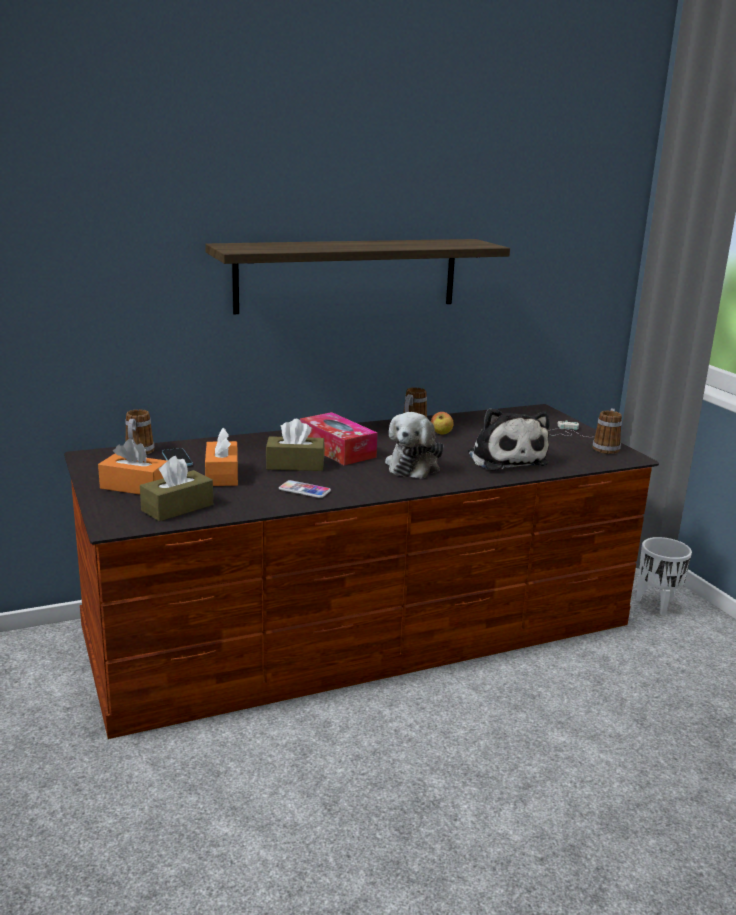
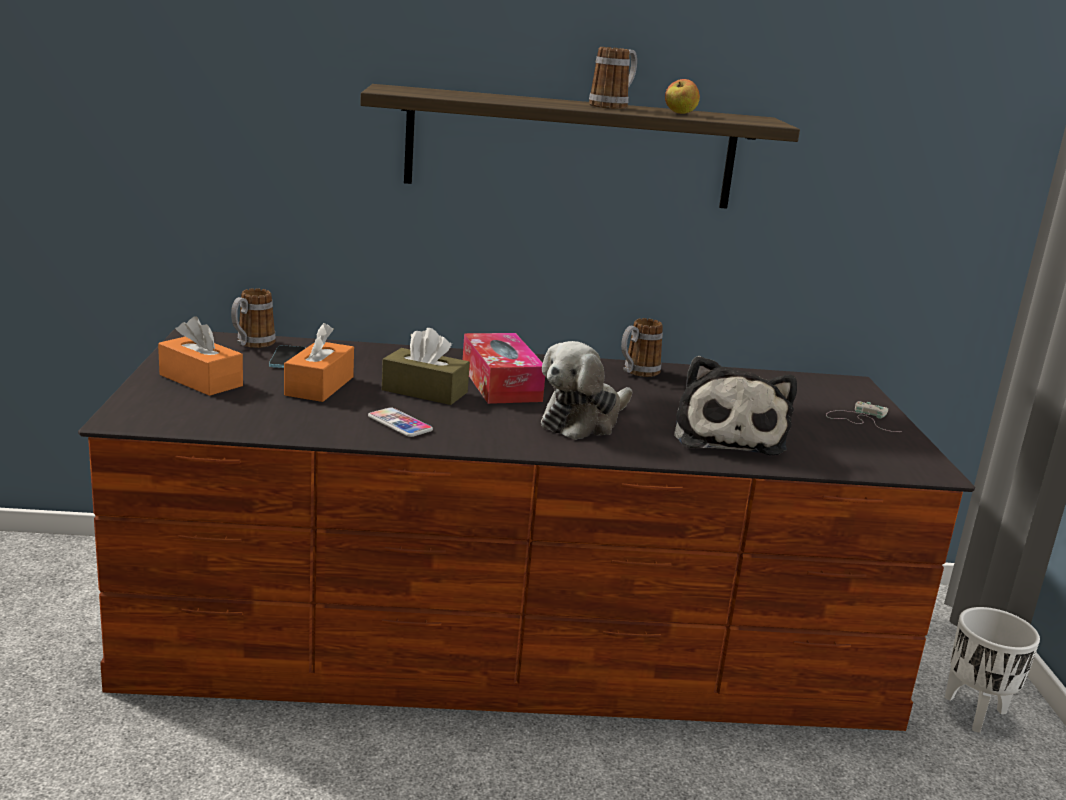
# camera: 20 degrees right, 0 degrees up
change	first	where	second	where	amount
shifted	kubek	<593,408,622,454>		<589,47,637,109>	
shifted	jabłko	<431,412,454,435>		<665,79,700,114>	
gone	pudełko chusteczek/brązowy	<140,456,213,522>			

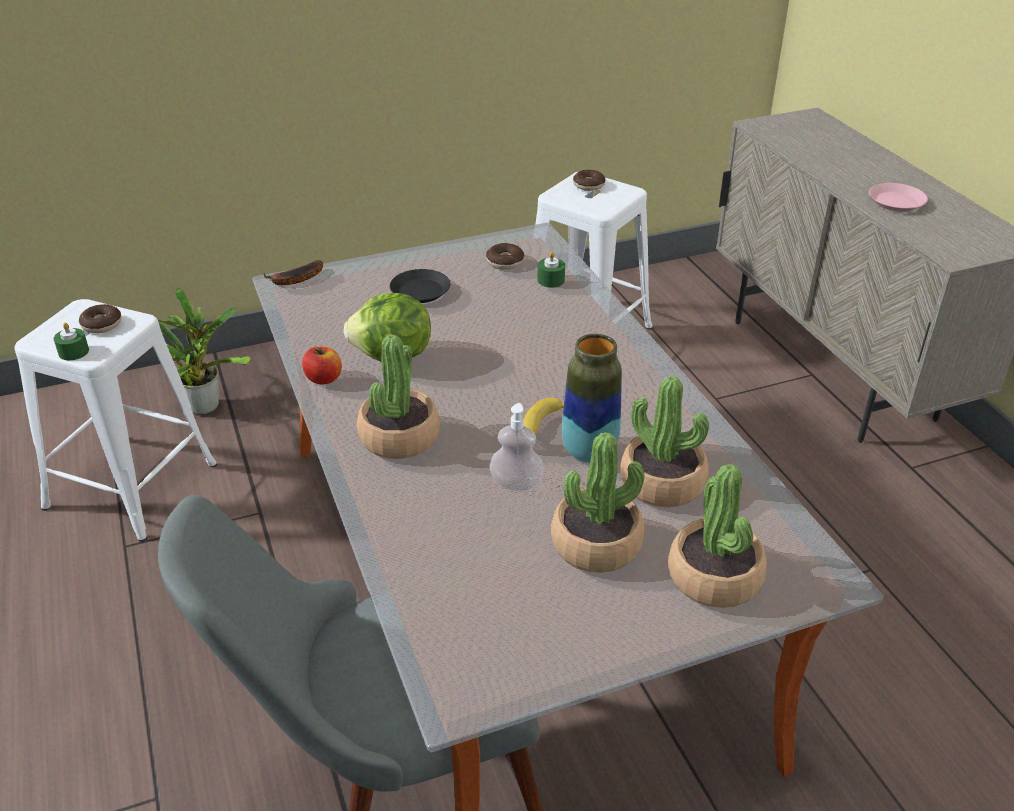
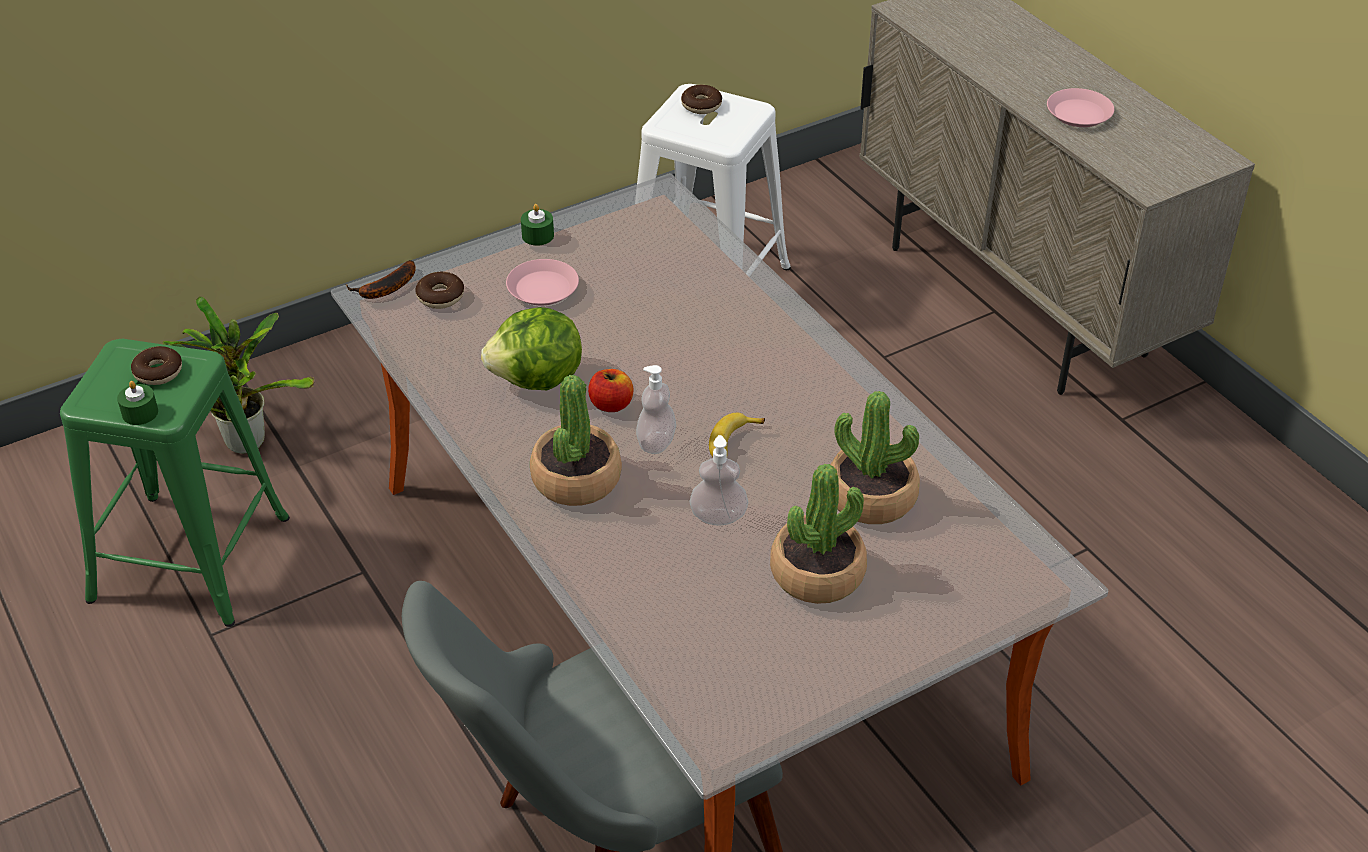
# camera: 10 degrees left, 5 degrees up
change	first	where	second	where	amount
repainted	stołek/biały	<14,299,217,542>	stołek/zielony	<60,339,290,627>	
shifted	donut	<486,243,524,270>		<415,272,464,309>	
repainted	talerz/czarny	<390,269,450,303>	talerz/różowy	<506,259,579,305>	
shifted	świeca/zielony	<537,251,565,288>		<521,204,554,246>	
shifted	jabłko	<302,347,342,384>		<588,369,633,412>	
new			dozownik mydła	<636,365,676,454>	
gone	wazon	<562,334,622,463>			
gone	roślina doniczkowa	<668,464,767,608>			

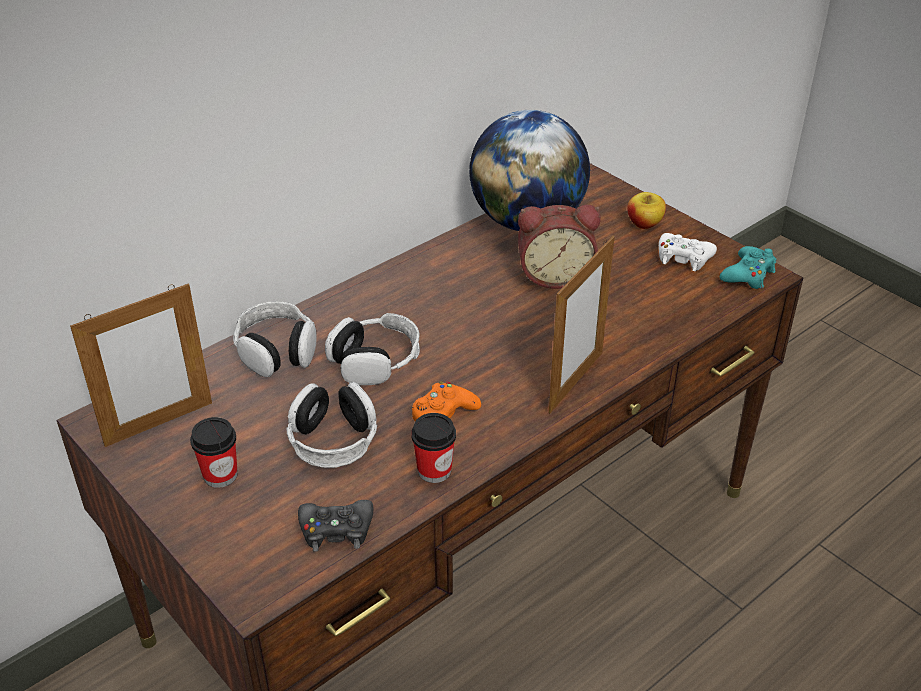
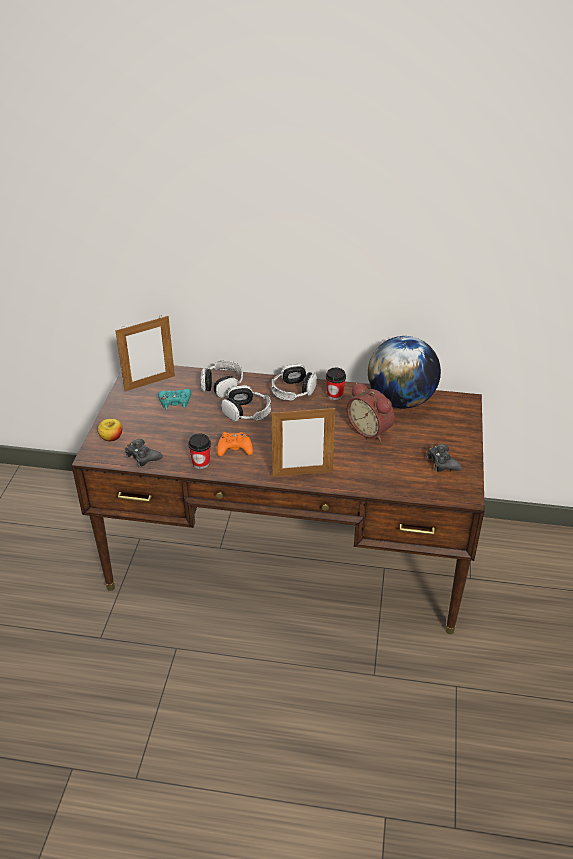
# camera: 50 degrees right, 0 degrees up
change	first	where	second	where	amount
shifted	jabłko	<627,192,666,229>		<98,419,122,441>	
rotated	ramka na zdjęcie	<70,283,212,447>		<115,315,175,392>	45 degrees counterclockwise
shifted	pad do gier/turkusowy	<720,246,776,289>		<158,389,191,409>	
shifted	słuchawki	<286,382,377,468>		<271,364,317,401>	
shifted	filiżanka	<190,417,237,488>		<326,368,346,400>	
repainted	pad do gier/biały	<659,233,717,271>	pad do gier/czarny	<426,444,462,472>	

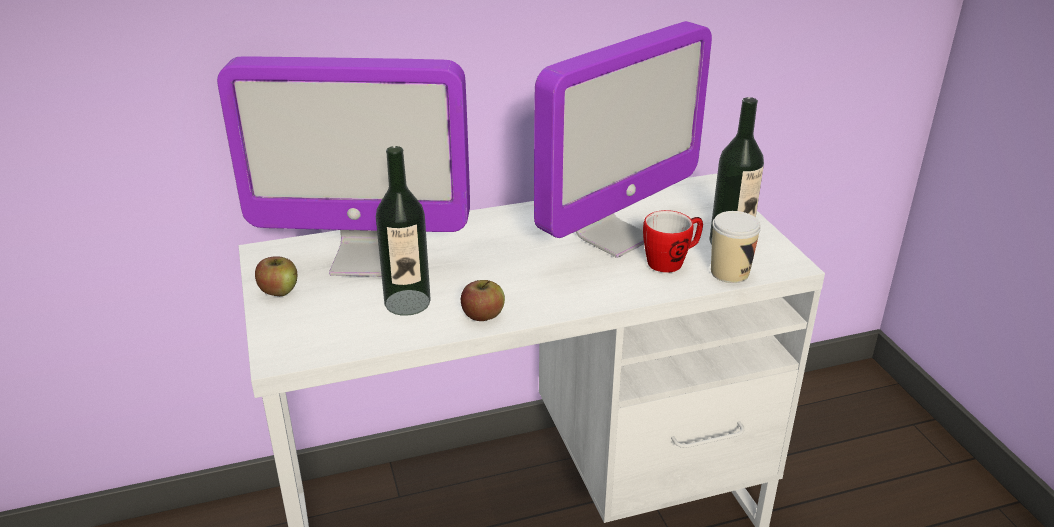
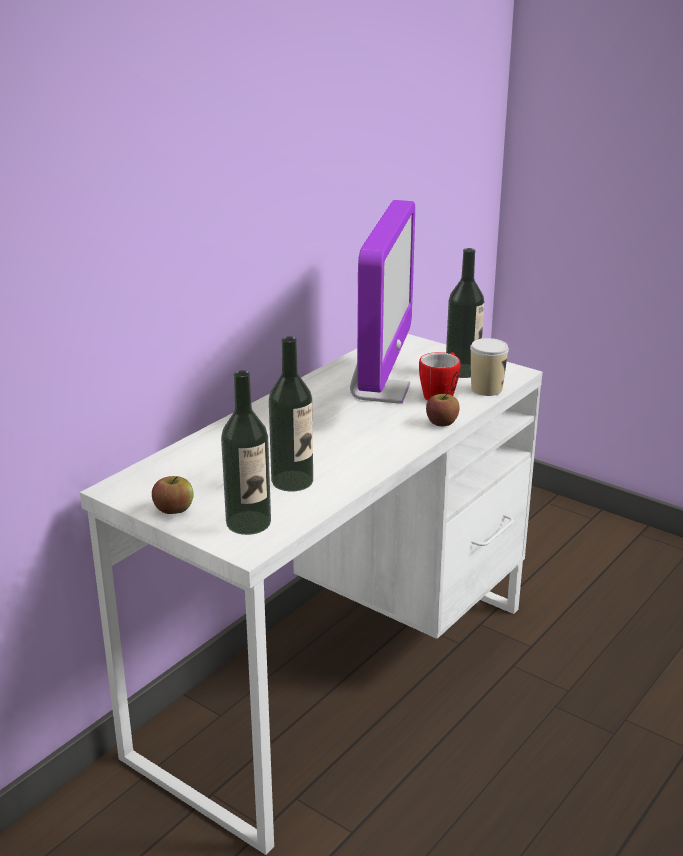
# camera: 35 degrees left, 5 degrees down
change	first	where	second	where	amount
new			butelka	<221,370,271,535>	
shifted	jabłko	<461,280,505,321>		<426,391,460,426>	
gone	monitor	<217,57,470,277>			

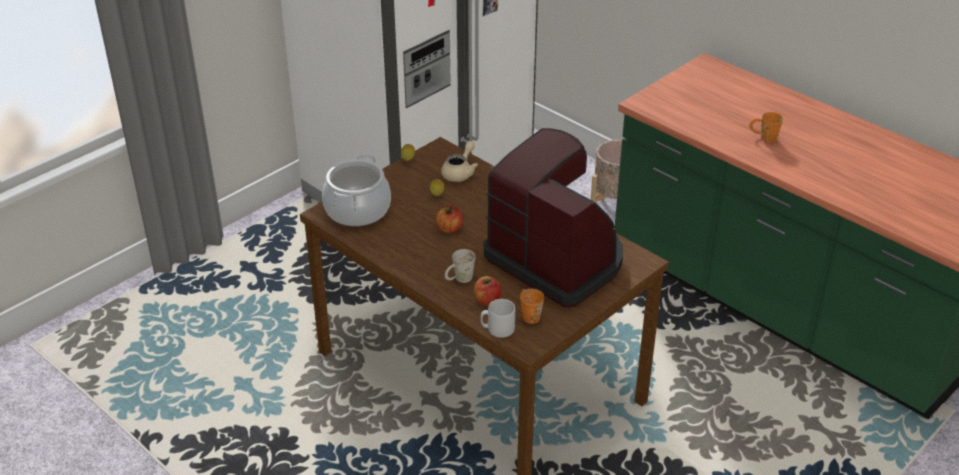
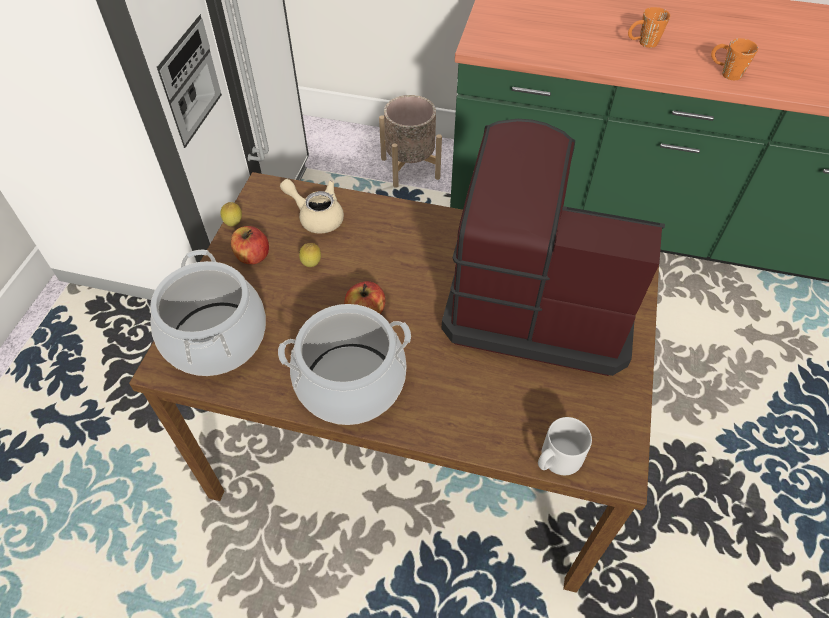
# camera: 30 degrees left, 15 degrees up
change	first	where	second	where	amount
shifted	jabłko	<474,276,501,306>		<231,226,269,264>	
new			garnek	<278,304,411,425>	
rotated	imbryk/beżowy	<441,141,478,182>		<280,179,344,233>	60 degrees counterclockwise
shifted	kubek/pomarańczowy	<520,289,544,324>		<711,38,758,80>	
gone	kubek/biały	<445,249,475,283>			

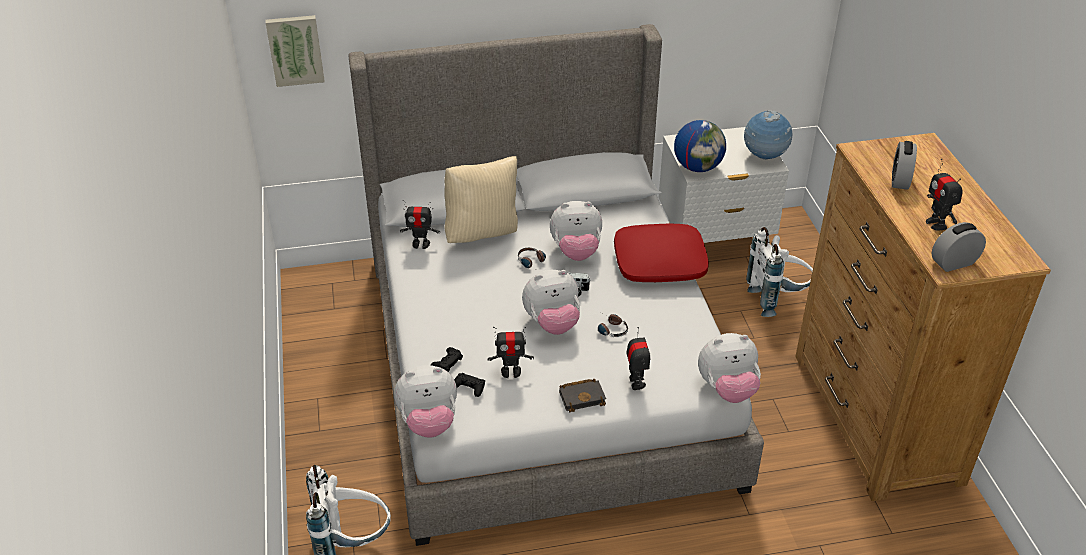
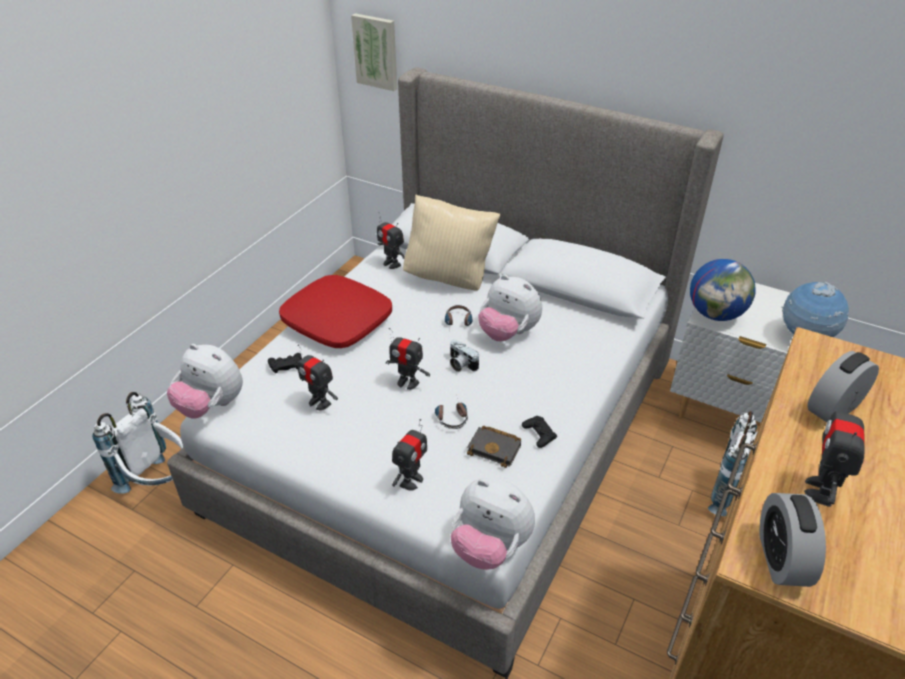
# camera: 40 degrees right, 0 degrees up
change	first	where	second	where	amount
shifted	poduszka/czerwony	<614,224,709,282>		<279,275,392,348>	
swapped	pluszak	<522,270,580,335>	robot zabawkowy	<386,328,430,390>	
shifted	książka/czarny	<559,379,606,412>		<467,425,521,468>	
shifted	pad do gier/czarny	<454,373,485,397>		<522,416,557,448>	
rotated	budzik	<932,222,986,272>		<759,493,826,587>	105 degrees counterclockwise

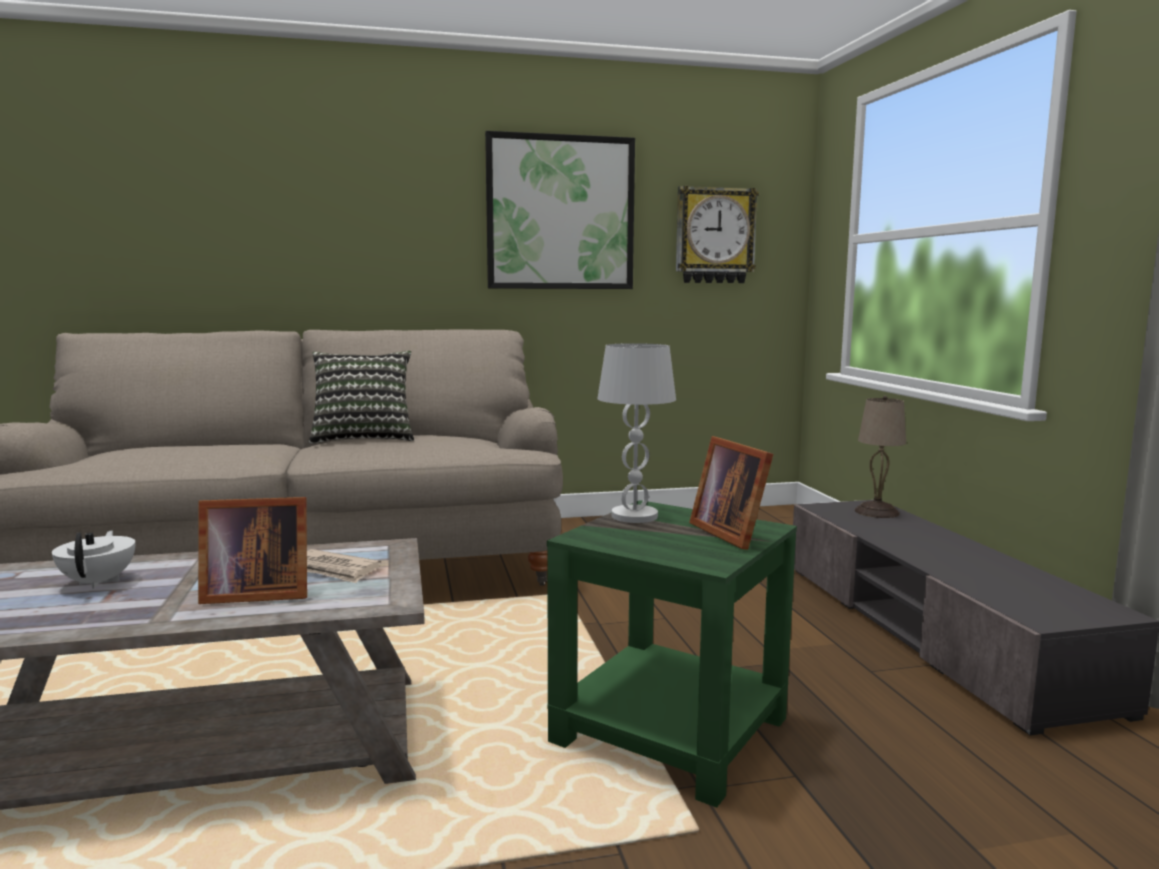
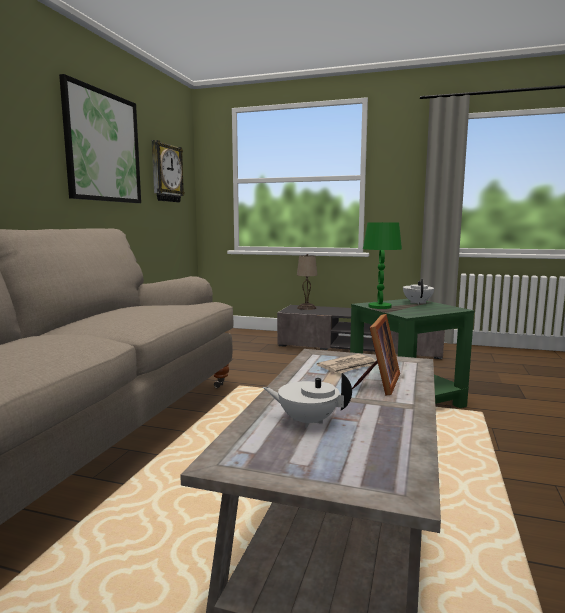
# camera: 60 degrees left, 0 degrees up
change	first	where	second	where	amount
repainted	lampa stołowa/biały	<597,343,676,523>	lampa stołowa/zielony	<363,223,402,309>	
swapped	ramka na zdjęcie	<689,436,773,550>	imbryk/biały	<403,279,434,304>	
gone	poduszka	<309,351,414,444>			

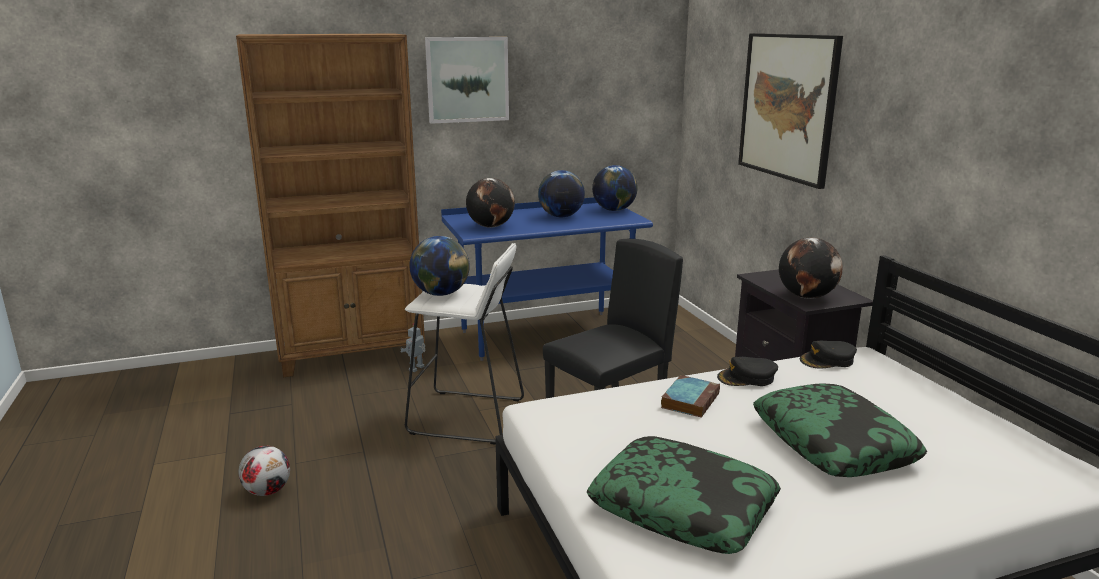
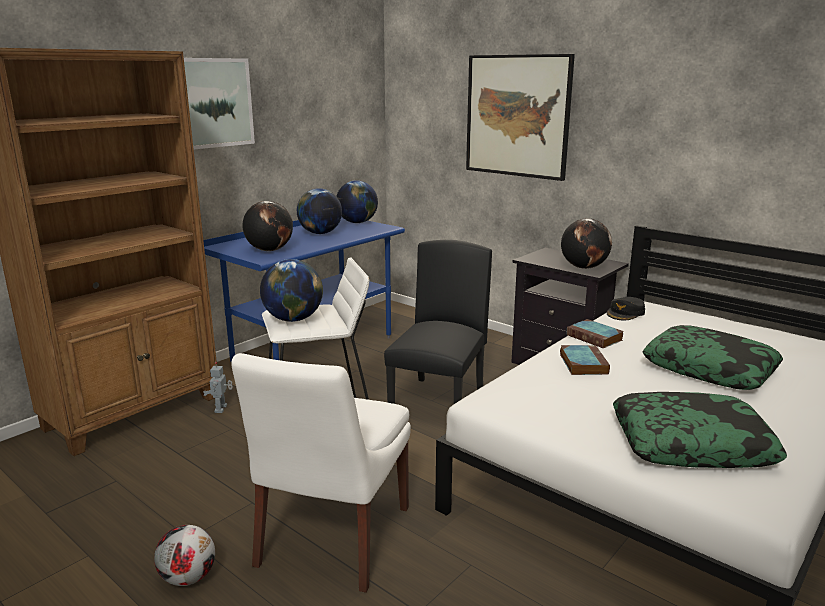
# camera: 30 degrees left, 0 degrees up
change	first	where	second	where	amount
new			krzesło/biały	<231,353,411,593>	
swapped	czapka z daszkiem/czarny	<717,357,778,386>	książka	<567,319,624,349>	

